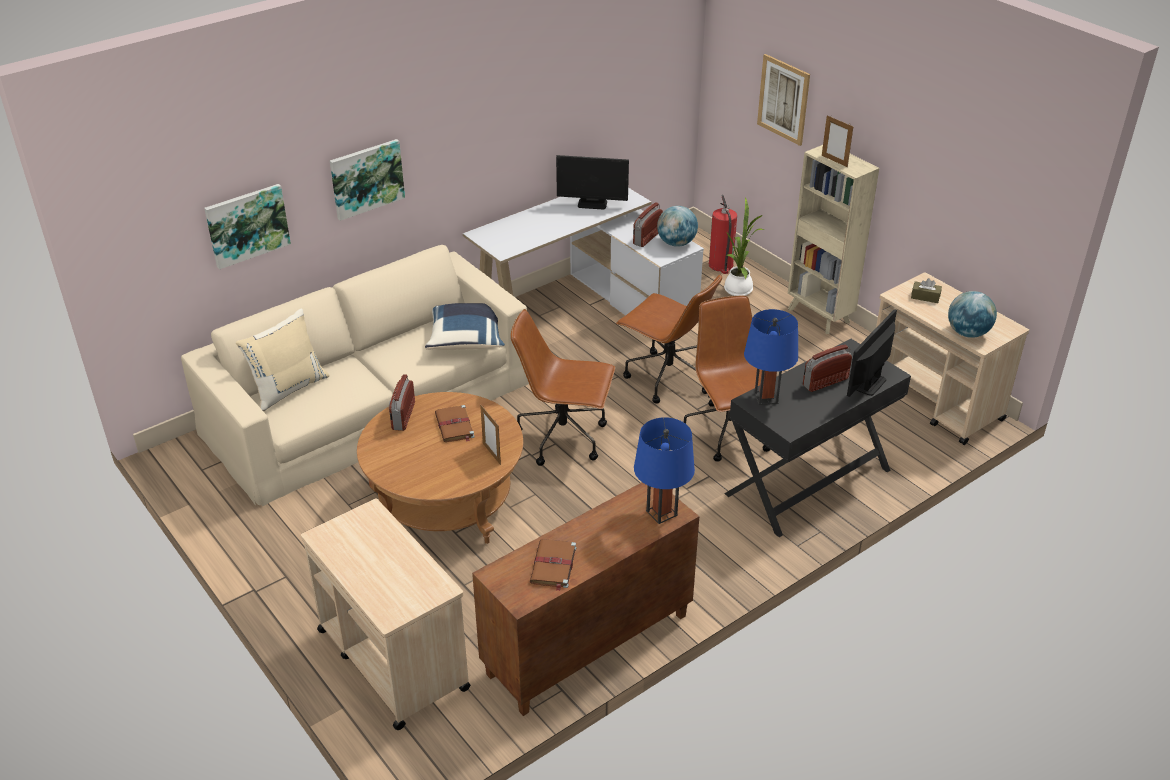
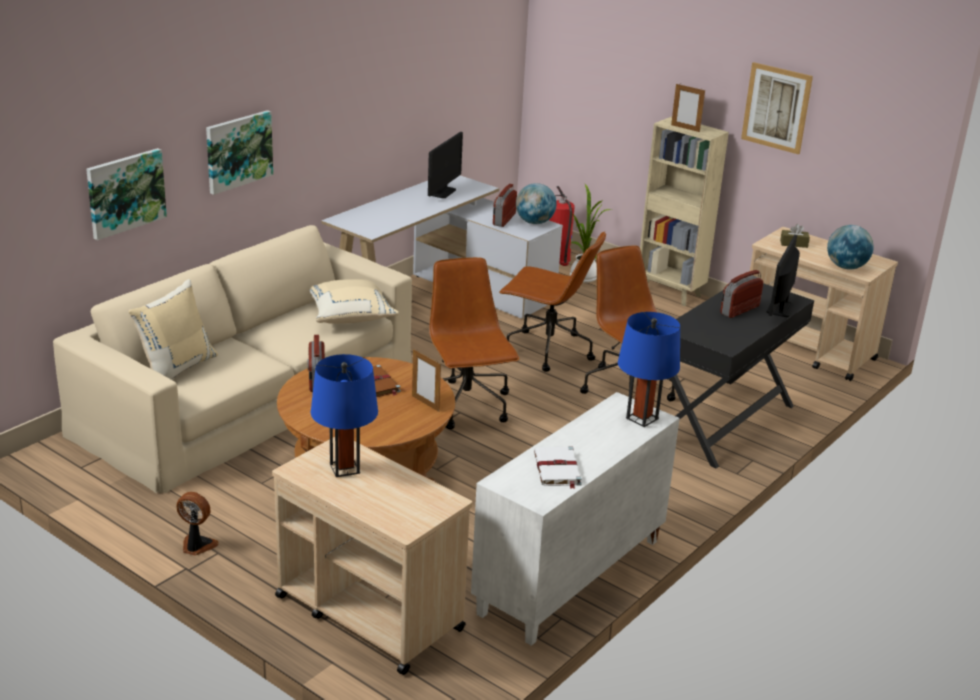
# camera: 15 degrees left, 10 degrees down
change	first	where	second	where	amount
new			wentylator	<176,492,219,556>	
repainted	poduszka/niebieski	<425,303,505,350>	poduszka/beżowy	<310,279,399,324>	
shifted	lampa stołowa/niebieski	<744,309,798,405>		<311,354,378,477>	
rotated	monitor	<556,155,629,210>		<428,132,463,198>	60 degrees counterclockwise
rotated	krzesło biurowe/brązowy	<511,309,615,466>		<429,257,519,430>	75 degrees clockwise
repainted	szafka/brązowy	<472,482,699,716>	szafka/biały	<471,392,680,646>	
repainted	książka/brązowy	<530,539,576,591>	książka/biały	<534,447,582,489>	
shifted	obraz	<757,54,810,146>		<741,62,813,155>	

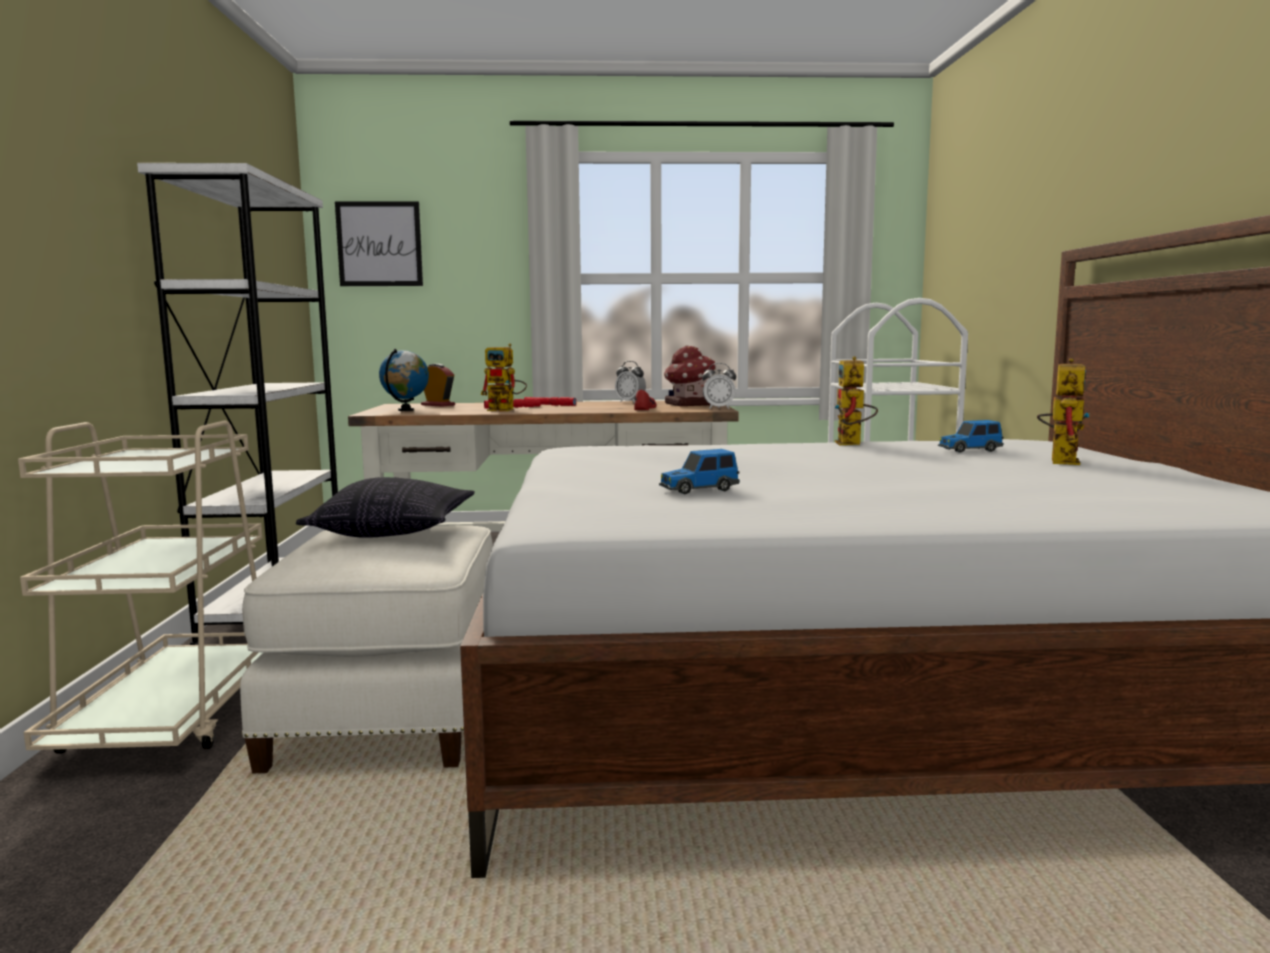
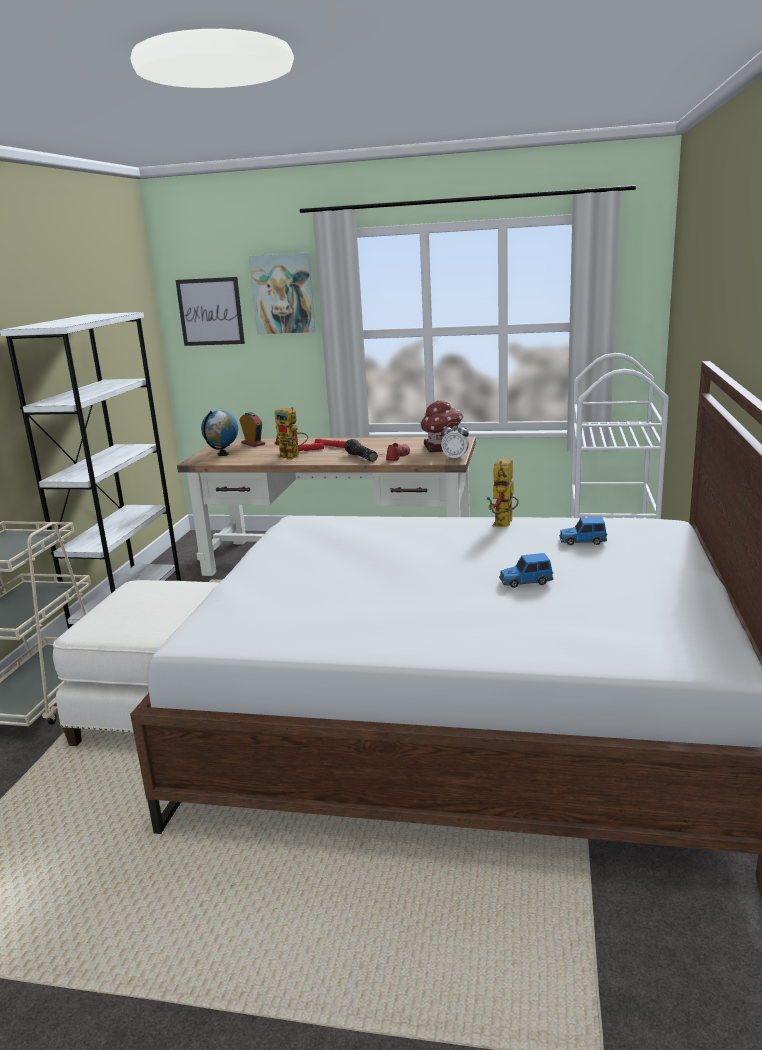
# camera: 15 degrees right, 10 degrees up
change	first	where	second	where	amount
new			obraz	<249,252,316,334>	
new			latarka	<344,439,378,462>	
shifted	samochodzik	<659,449,740,495>		<499,553,553,588>	
gone	poduszka	<296,477,475,538>			
gone	budzik	<615,361,646,403>			
gone	robot zabawkowy	<1037,358,1090,465>			

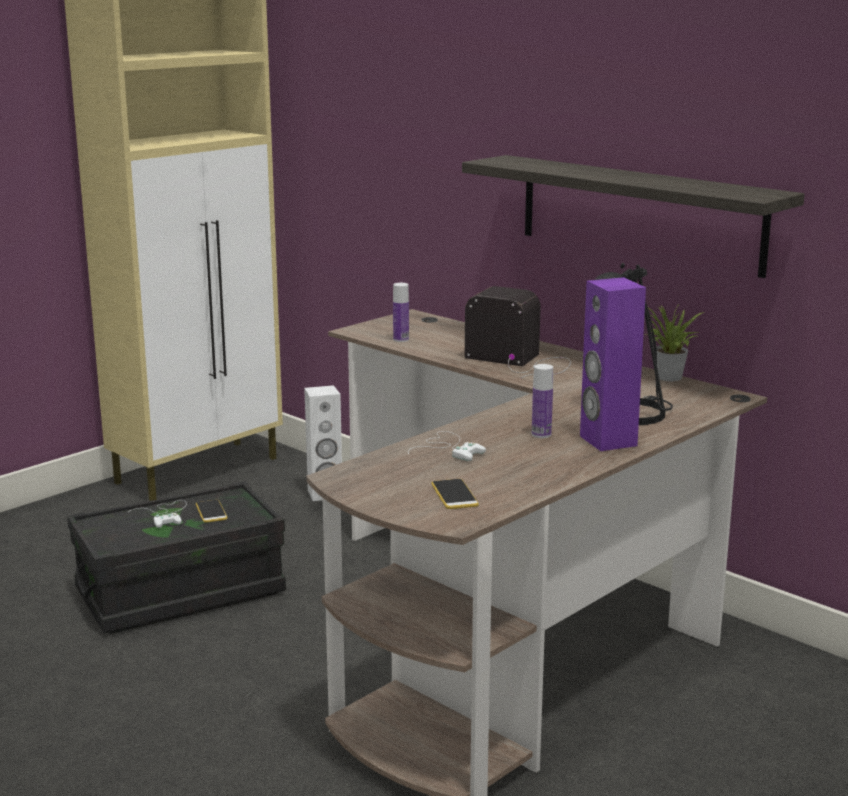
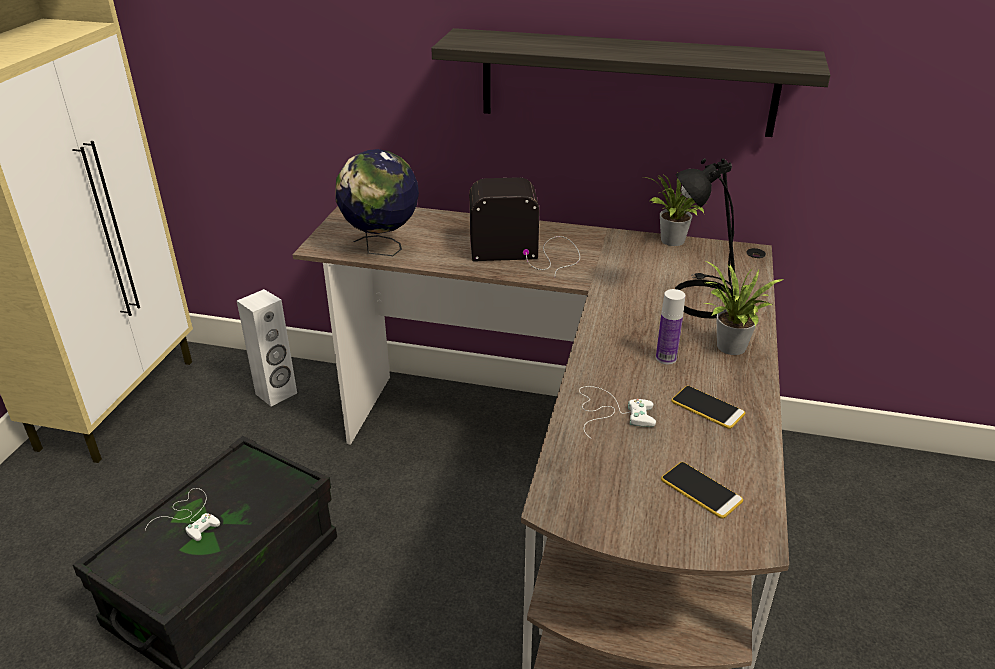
# camera: 30 degrees left, 15 degrees up
change	first	where	second	where	amount
swapped	butelka	<393,283,409,342>	globus	<335,149,419,256>	
shifted	telefon	<196,500,228,523>		<671,386,745,429>	
swapped	głośnik/fioletowy	<580,277,646,451>	roślina doniczkowa	<705,261,785,355>	

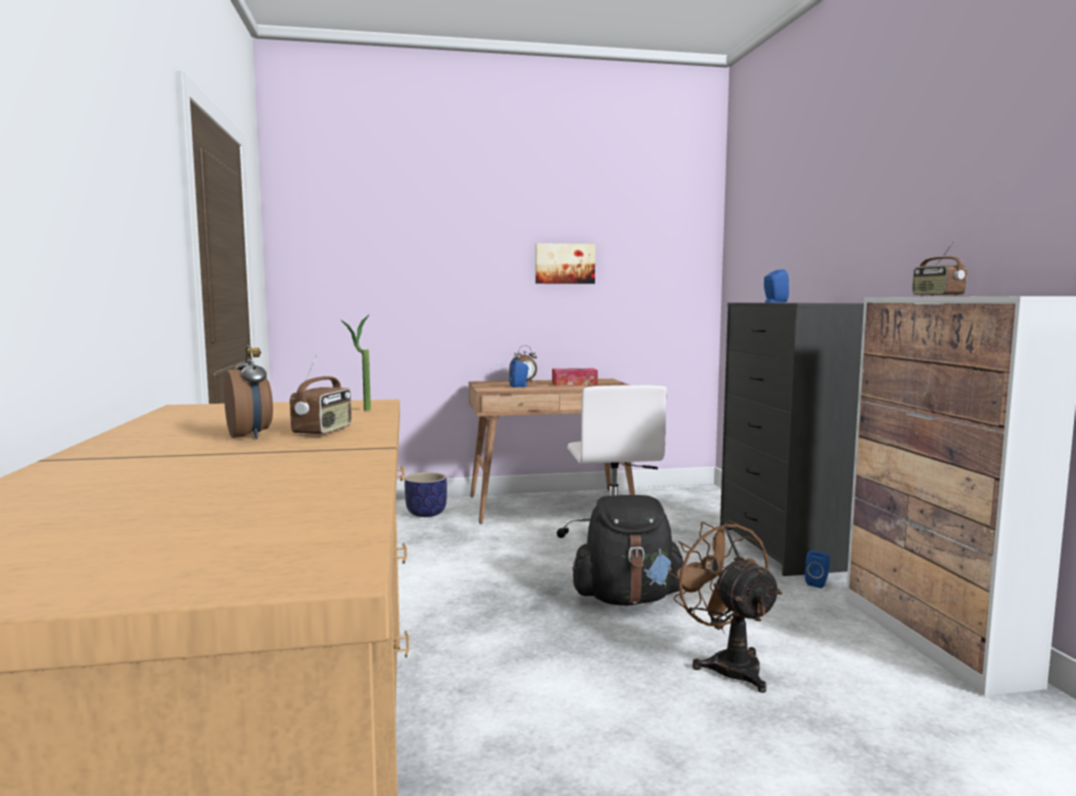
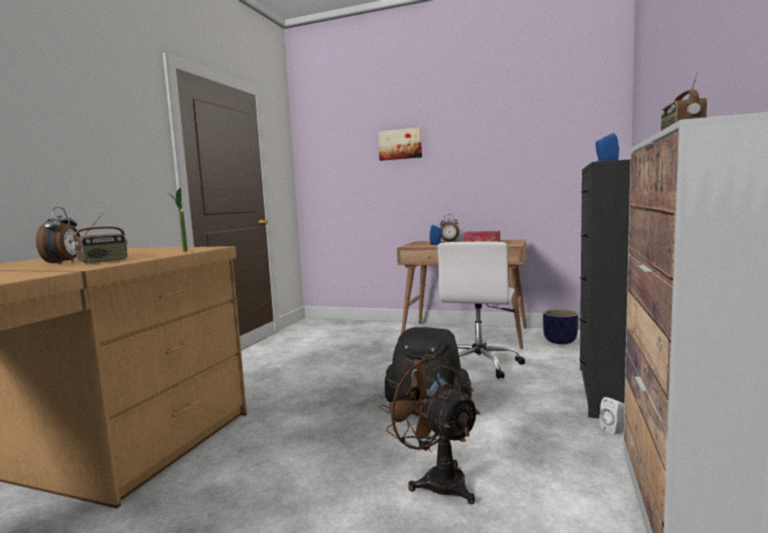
# camera: 30 degrees right, 0 degrees up
change	first	where	second	where	amount
shifted	obraz	<535,243,595,284>		<378,127,422,161>	
rotated	wentylator/brązowy	<668,520,782,693>		<380,354,480,504>	45 degrees counterclockwise
shifted	donica	<405,472,447,517>		<543,309,578,344>	
repainted	głośnik/niebieski	<805,550,830,588>	głośnik/biały	<599,397,624,435>	

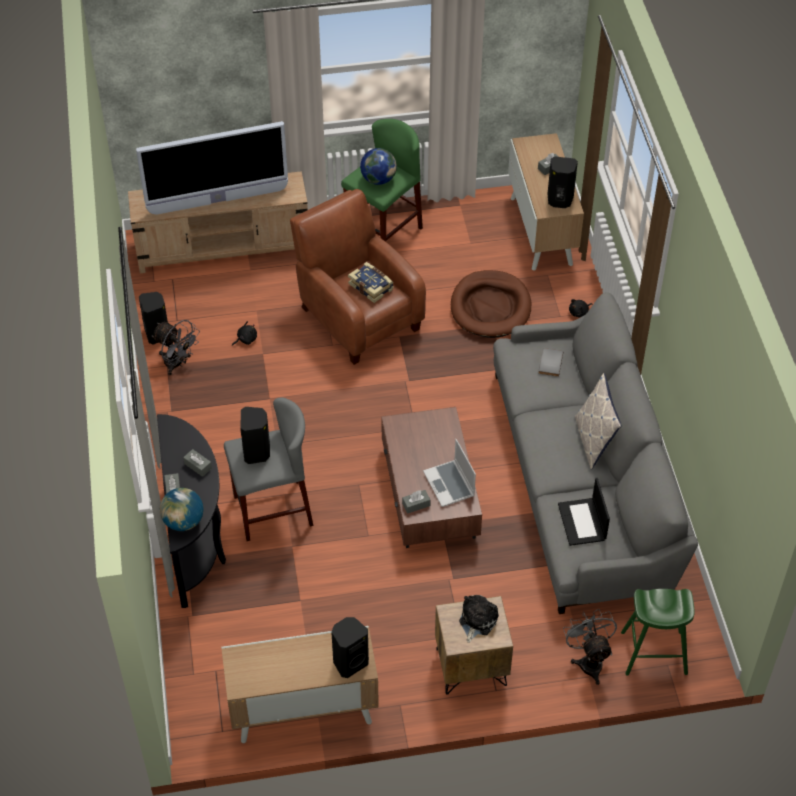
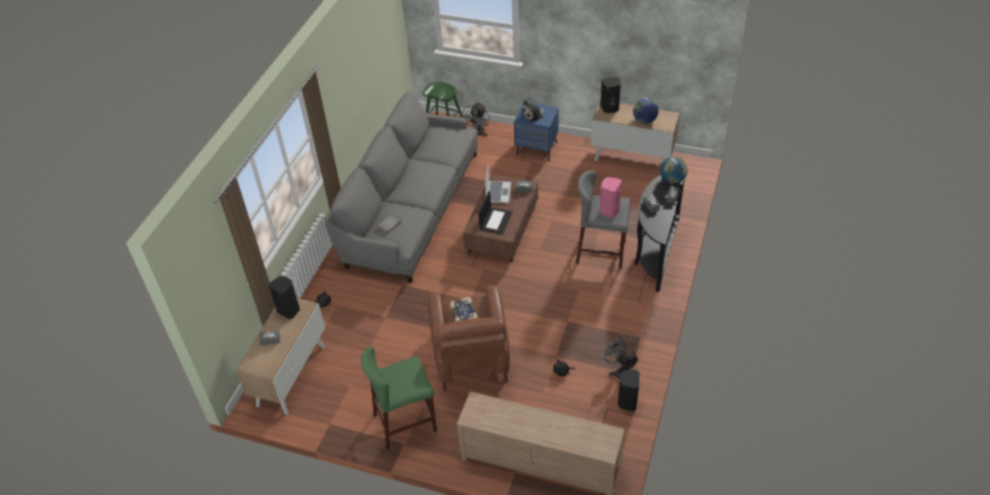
# camera: 150 degrees left, 5 degrees down
change	first	where	second	where	amount
shifted	laptop	<558,478,610,546>		<479,191,512,234>	
repainted	szafka nocna/brązowy	<435,596,513,695>	szafka nocna/niebieski	<514,102,559,161>	
repainted	głośnik/czarny	<240,407,270,464>	głośnik/różowy	<600,177,622,218>	
shifted	globus	<360,148,397,185>		<633,98,659,124>	
gone	telewizor	<136,121,288,215>			
gone	legowisko/brązowy	<451,270,531,338>			
gone	poduszka	<575,373,622,470>			

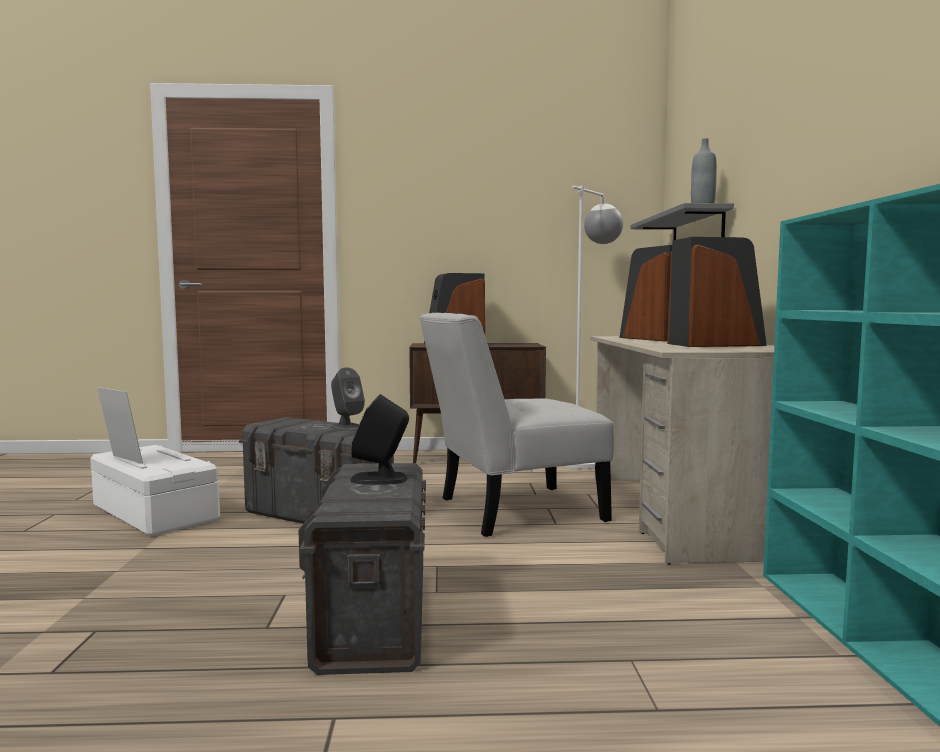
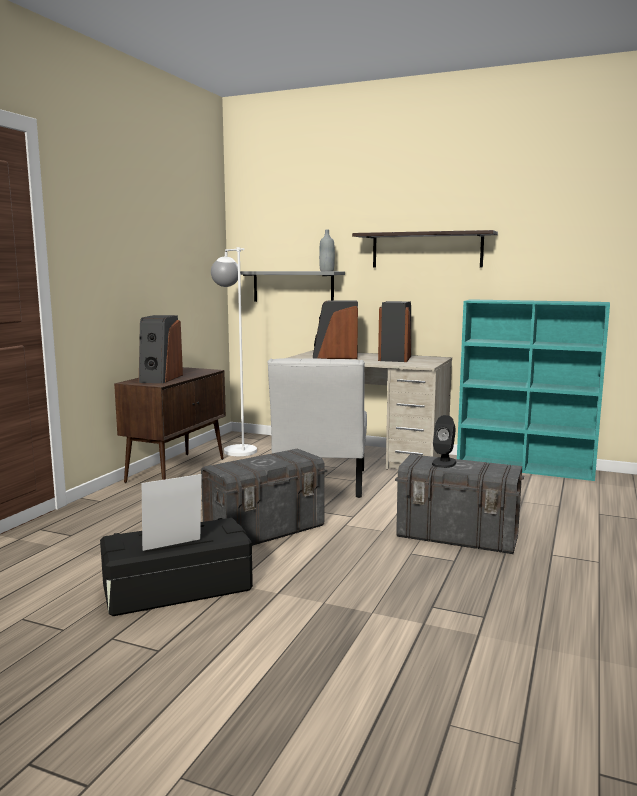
# camera: 65 degrees left, 5 degrees up
change	first	where	second	where	amount
repainted	pojemnik do przechowywania/biały	<90,445,220,536>	pojemnik do przechowywania/czarny	<100,518,253,616>	
new			półka	<352,230,498,268>	
gone	głośnik/szary	<330,367,365,432>			

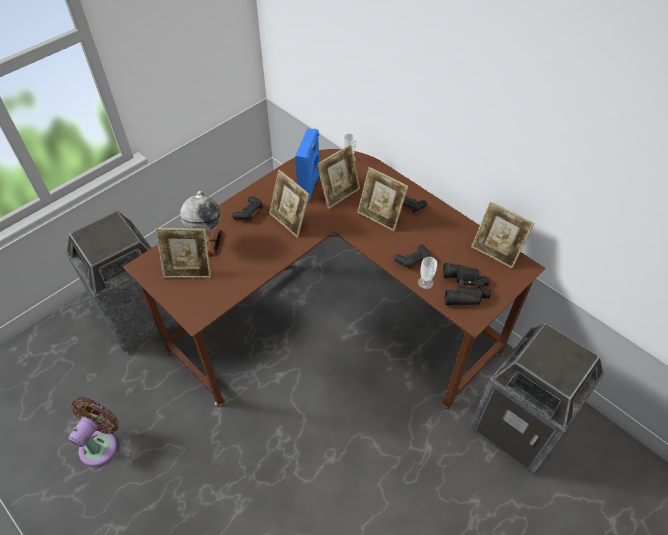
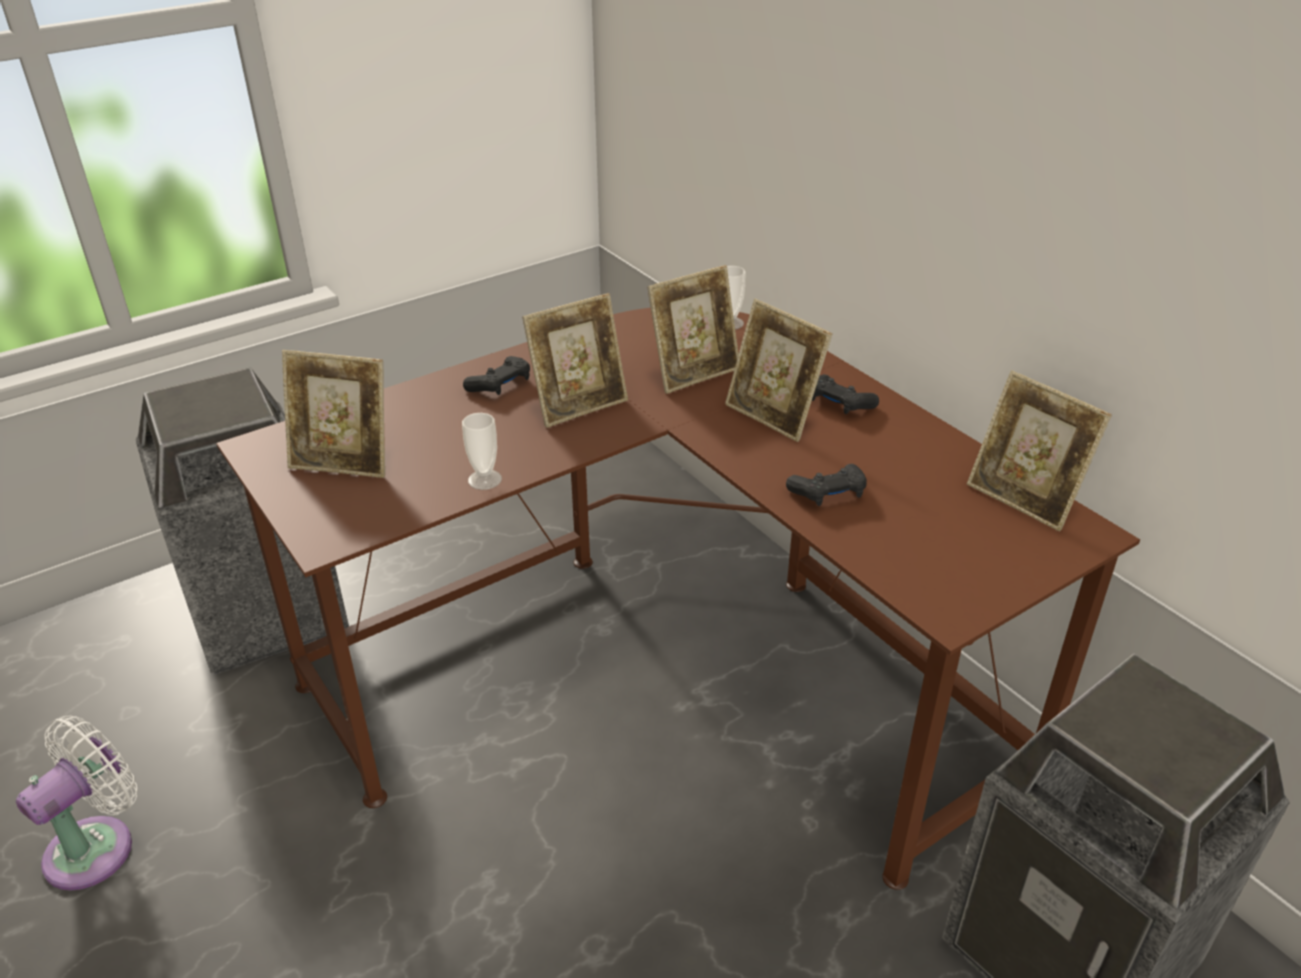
# camera: 10 degrees right, 15 degrees down
change	first	where	second	where	amount
repainted	wentylator/brązowy	<69,397,119,467>	wentylator/biały	<16,716,138,891>	
shifted	filiżanka	<418,257,437,289>		<462,413,502,490>	
rotated	ramka na zdjęcie	<269,170,309,238>		<522,293,628,428>	90 degrees counterclockwise
gone	globus	<180,191,223,257>			
gone	głośnik/niebieski	<295,128,320,201>			
gone	lornetka/czarny	<443,263,491,305>			

